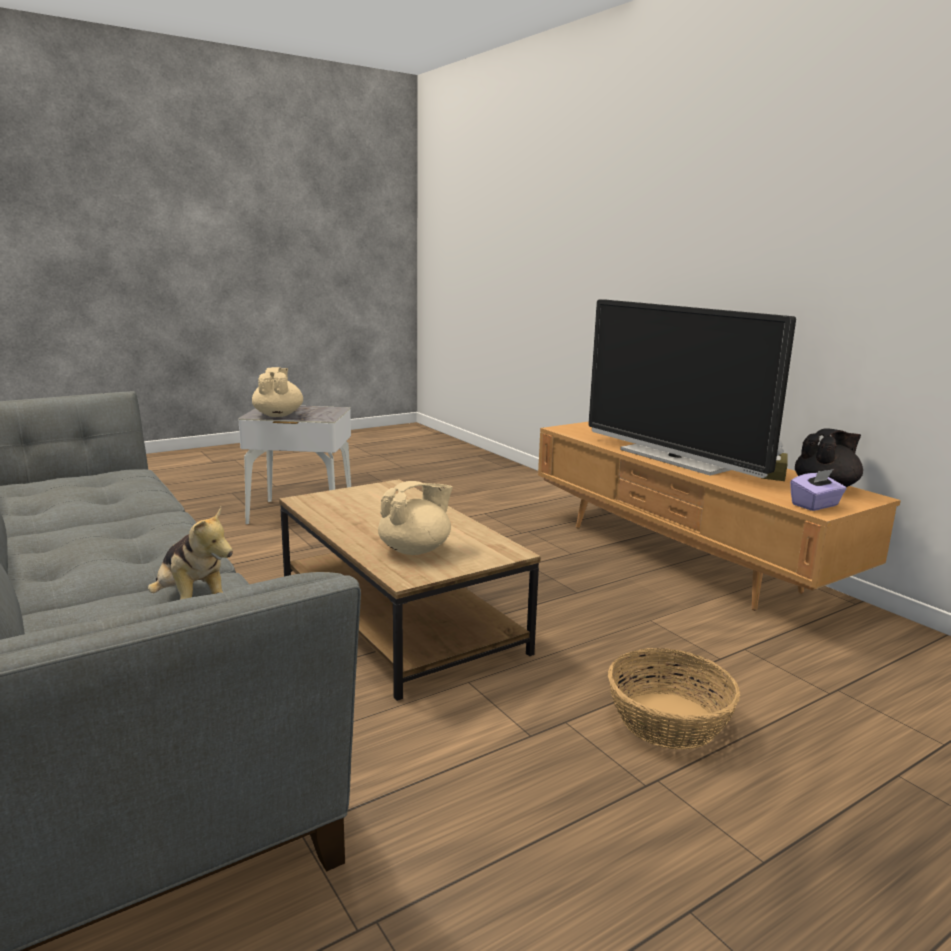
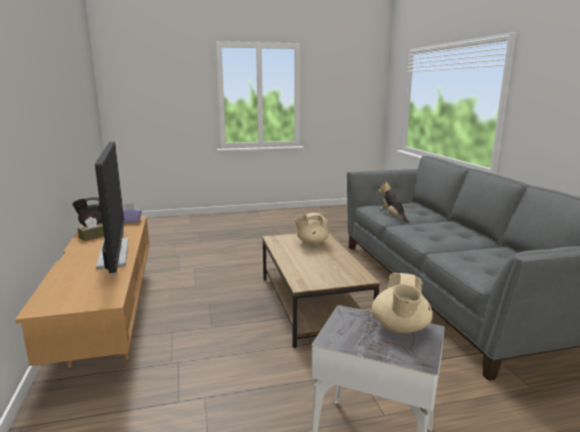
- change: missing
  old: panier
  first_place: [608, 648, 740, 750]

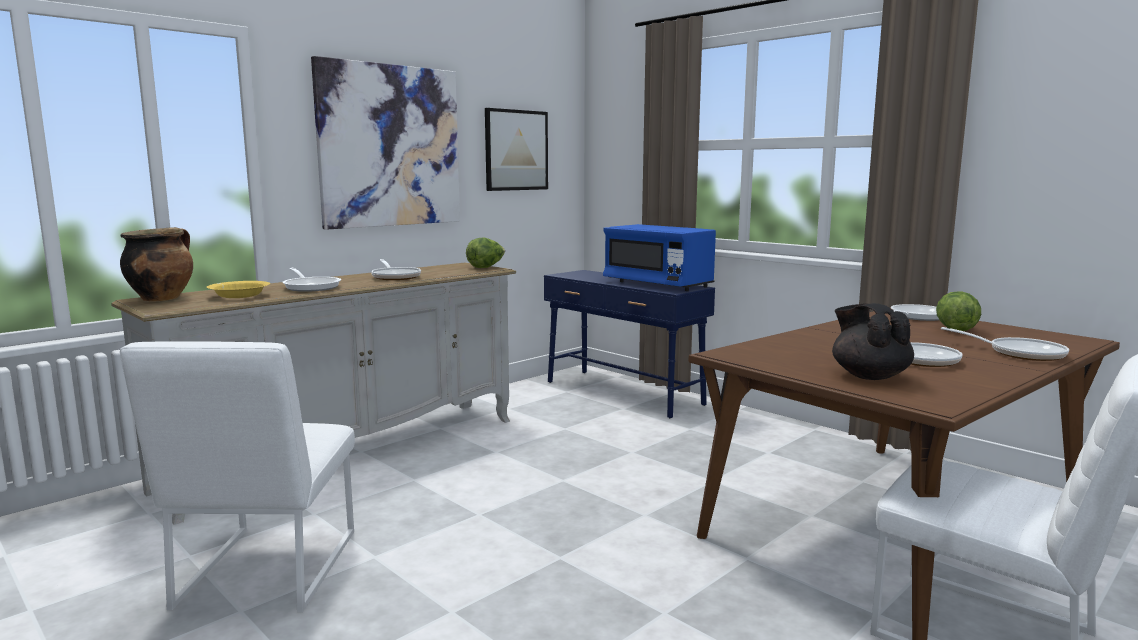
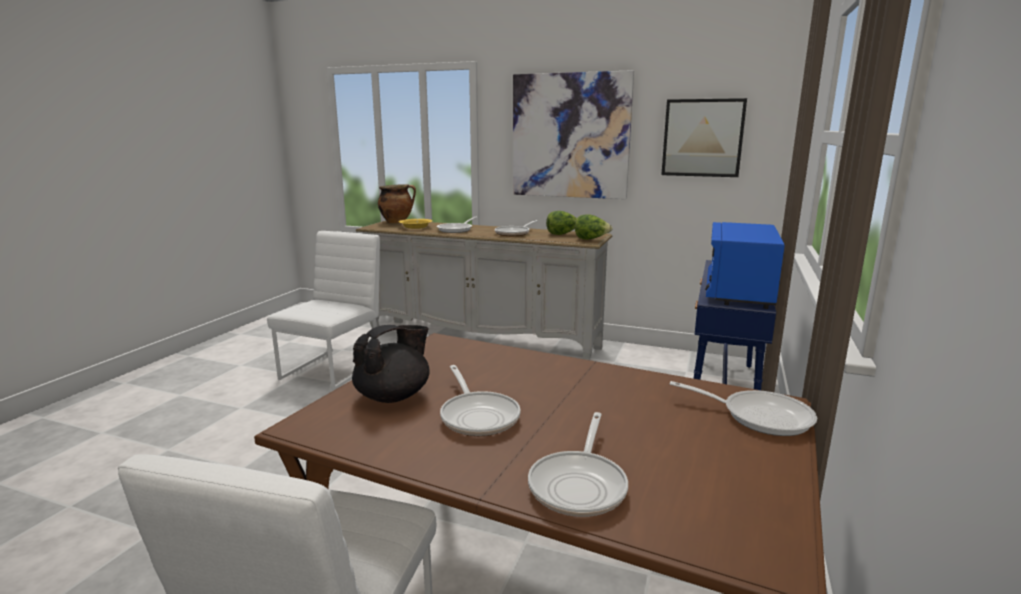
- change: spun
  old: chaise (blanc)
  first_place: [120, 341, 355, 612]
  second_place: [267, 231, 380, 391]
  degrees: 135
- change: relocated
  old: laitue
  first_place: [936, 291, 981, 331]
  second_place: [546, 211, 577, 235]

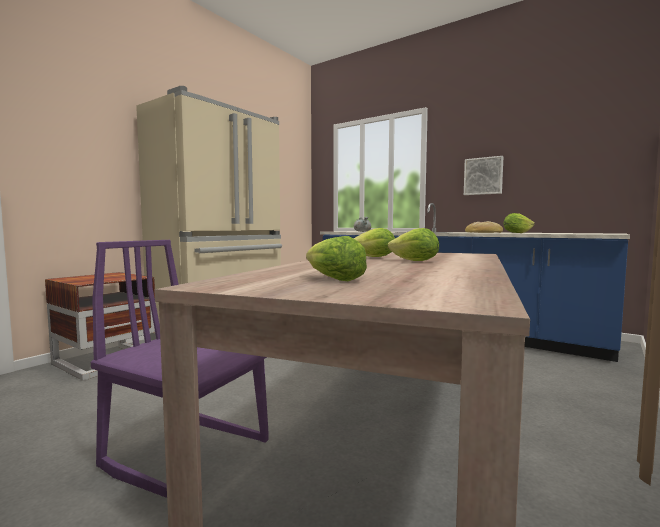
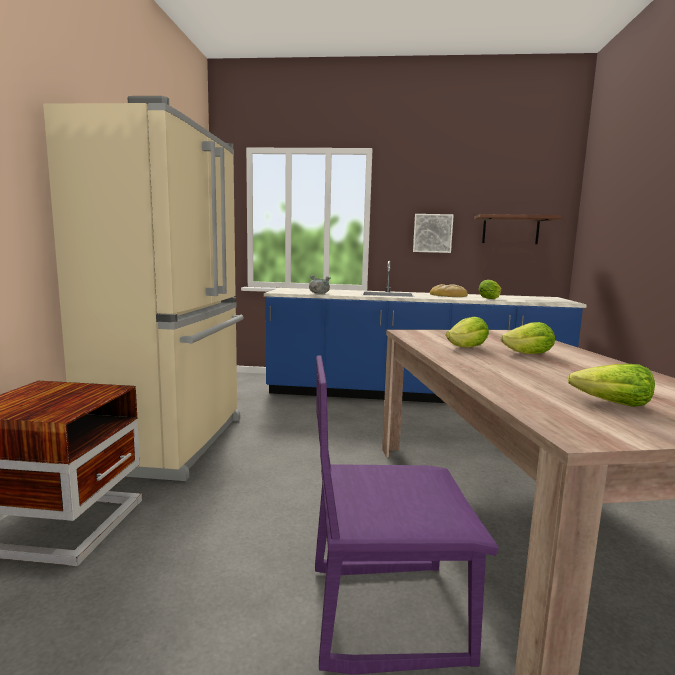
- change: appeared
  new: étagère (marron)
  second_place: [474, 214, 562, 244]

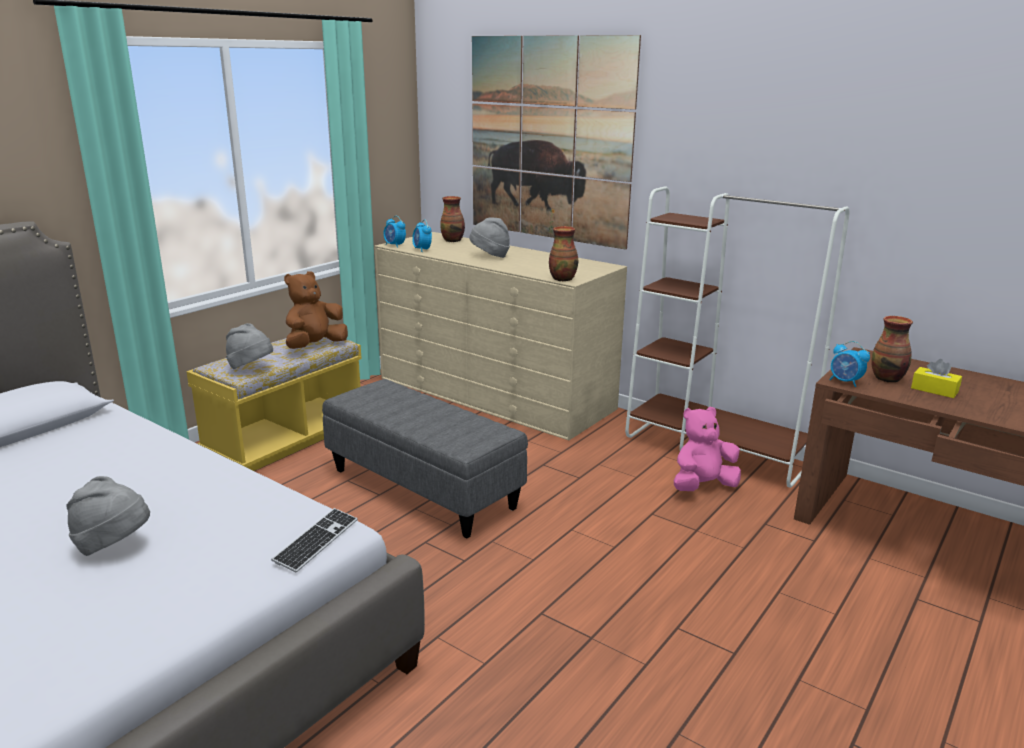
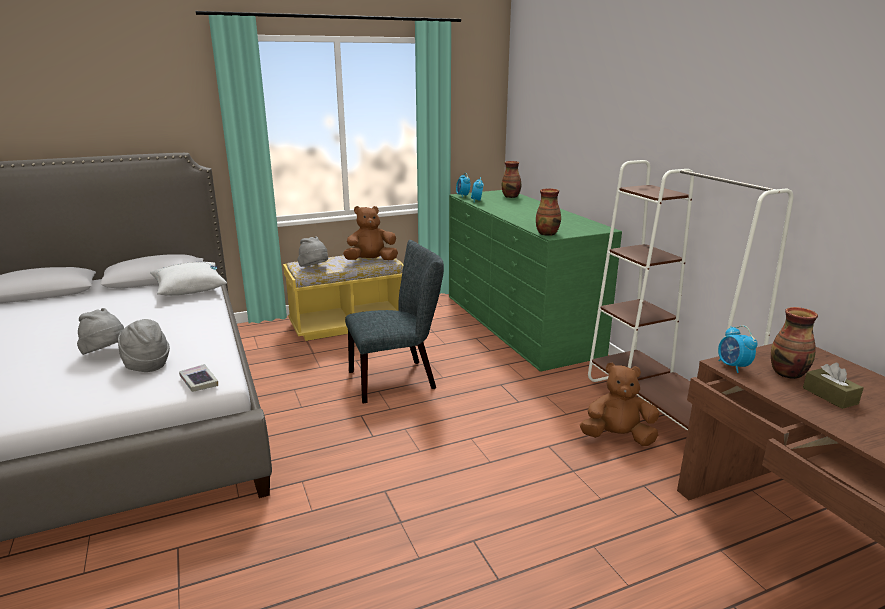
- change: relocated
  old: chapeau (gris)
  first_place: [469, 217, 510, 258]
  second_place: [118, 319, 170, 372]
- change: appeared
  new: coussin (gris)
  second_place: [150, 262, 227, 296]
- change: exchanged
  old: clavier
  new: livre
  first_place: [271, 508, 358, 573]
  second_place: [179, 364, 218, 392]
- change: exchanged
  old: pouf (gris)
  new: chaise (gris)
  first_place: [322, 379, 528, 538]
  second_place: [345, 240, 444, 404]
- change: colour
  old: commode (beige)
  new: commode (vert)
  first_place: [374, 232, 627, 440]
  second_place: [449, 190, 622, 372]
- change: colour
  old: peluche (rose)
  new: peluche (marron)
  first_place: [674, 407, 741, 491]
  second_place: [580, 363, 659, 446]
- change: colour
  old: boîte à mouchoirs (jaune)
  new: boîte à mouchoirs (marron)
  first_place: [911, 359, 962, 398]
  second_place: [803, 363, 863, 409]
- change: missing
  old: tableau
  first_place: [472, 35, 641, 250]

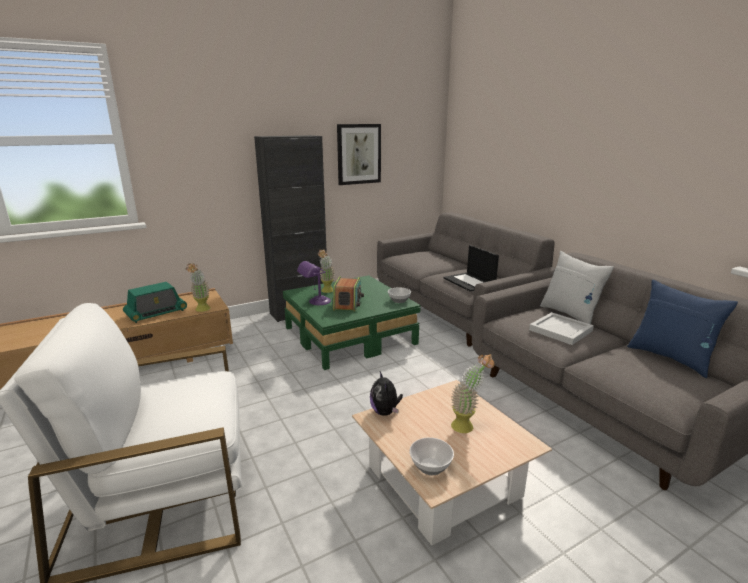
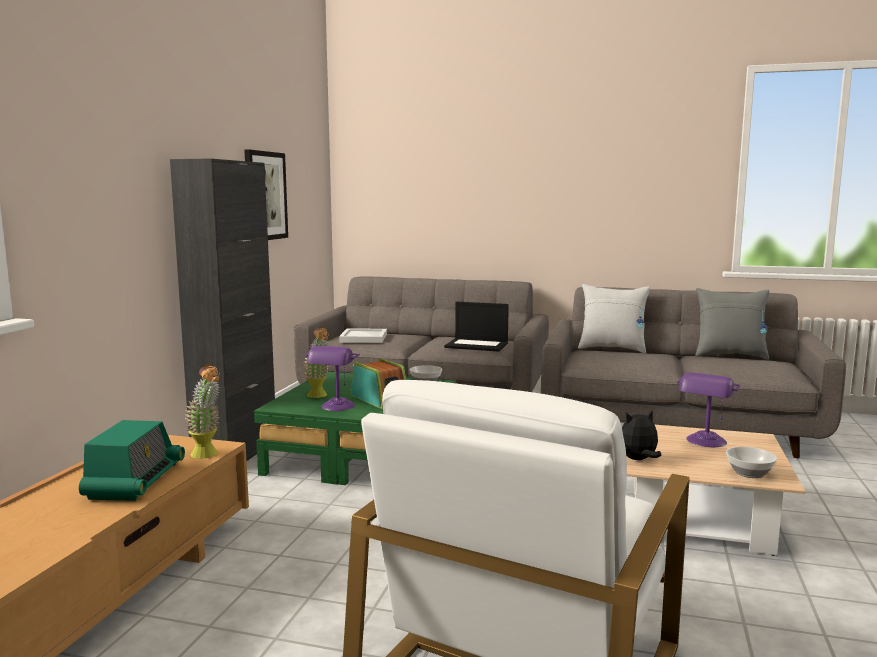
- change: relocated
  old: plateau (blanc)
  first_place: [529, 312, 594, 345]
  second_place: [339, 328, 387, 343]
- change: spun
  old: peluche
  first_place: [370, 371, 403, 416]
  second_place: [622, 410, 661, 460]
  degrees: 135
- change: exchanged
  old: plante en pot
  new: lampe de table (violet)
  first_place: [451, 354, 495, 433]
  second_place: [677, 372, 740, 447]
- change: colour
  old: coussin (bleu)
  new: coussin (gris)
  first_place: [627, 279, 738, 378]
  second_place: [695, 288, 769, 360]

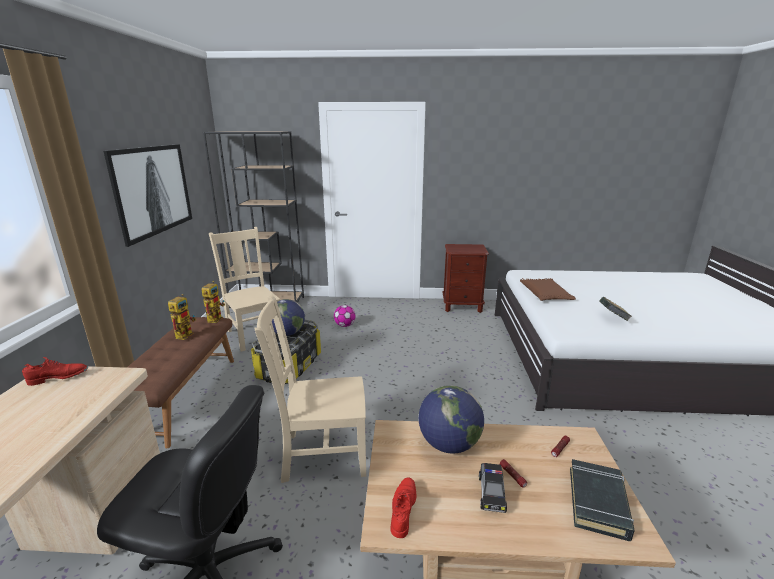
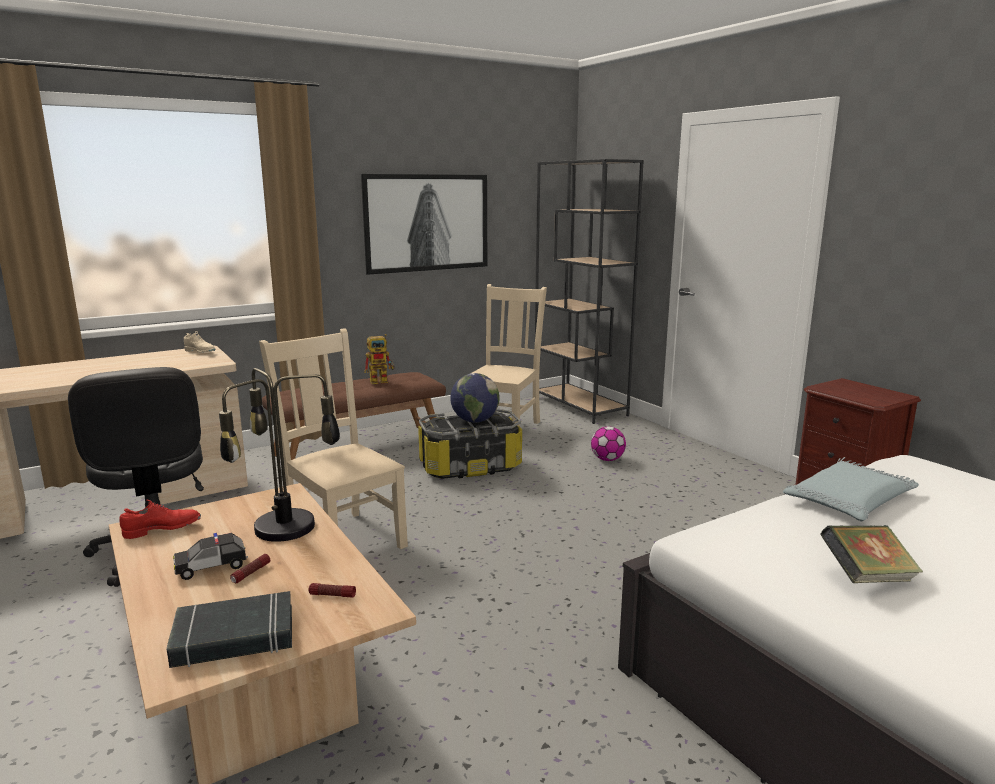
- change: colour
  old: chaussure (rouge)
  new: chaussure (beige)
  first_place: [22, 357, 88, 386]
  second_place: [184, 331, 216, 353]
- change: exchanged
  old: globe
  new: lampe de table
  first_place: [419, 385, 484, 454]
  second_place: [219, 368, 340, 542]
- change: colour
  old: coussin (marron)
  new: coussin (bleu)
  first_place: [520, 278, 576, 301]
  second_place: [783, 458, 919, 521]
- change: missing
  old: robot jouet
  first_place: [202, 281, 225, 323]

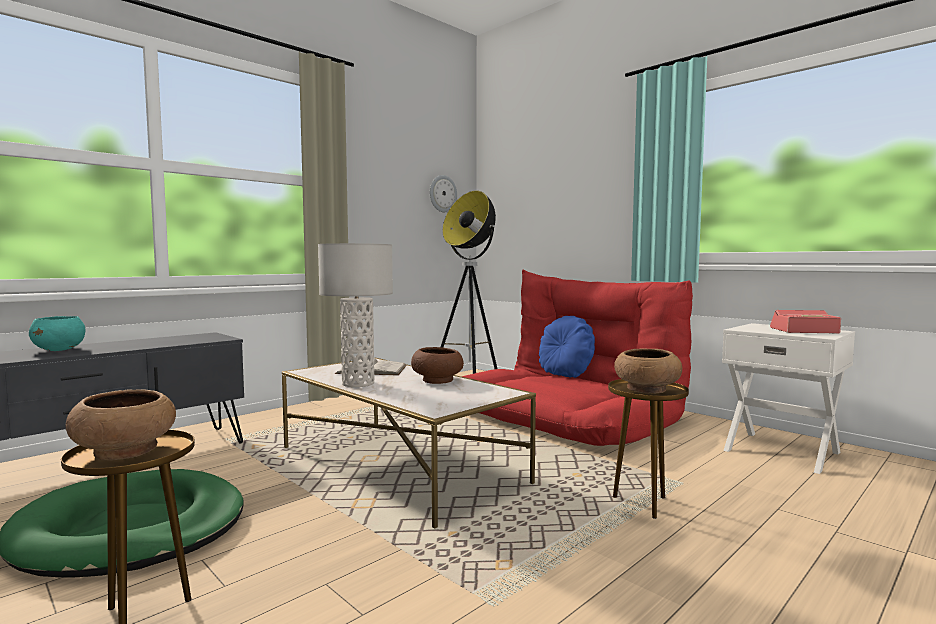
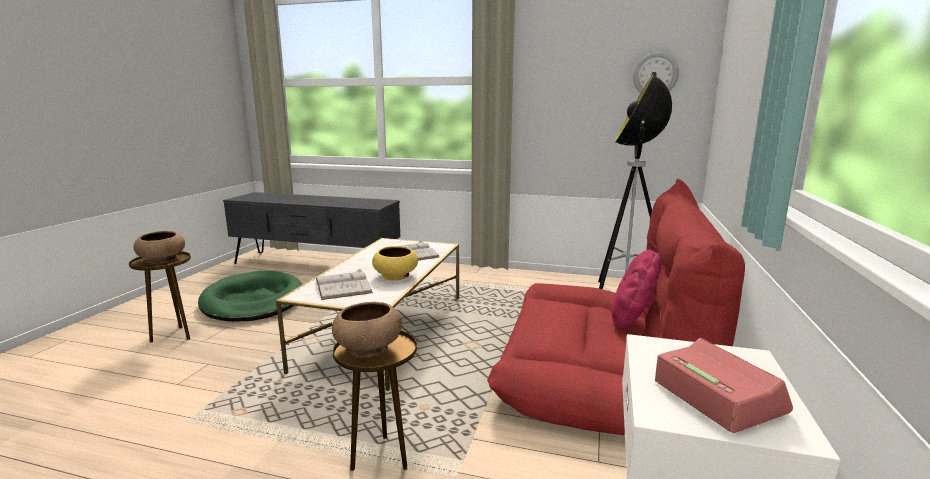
- change: appeared
  new: livre (blanc)
  second_place: [316, 269, 373, 300]
- change: colour
  old: bol (marron)
  new: bol (jaune)
  first_place: [411, 347, 464, 384]
  second_place: [372, 246, 418, 281]
- change: colour
  old: coussin (bleu)
  new: coussin (rose)
  first_place: [539, 316, 595, 378]
  second_place: [611, 250, 662, 328]
- change: missing
  old: bol (turquoise)
  first_place: [29, 316, 86, 351]
- change: missing
  old: lampe de table (blanc)
  first_place: [318, 243, 393, 387]

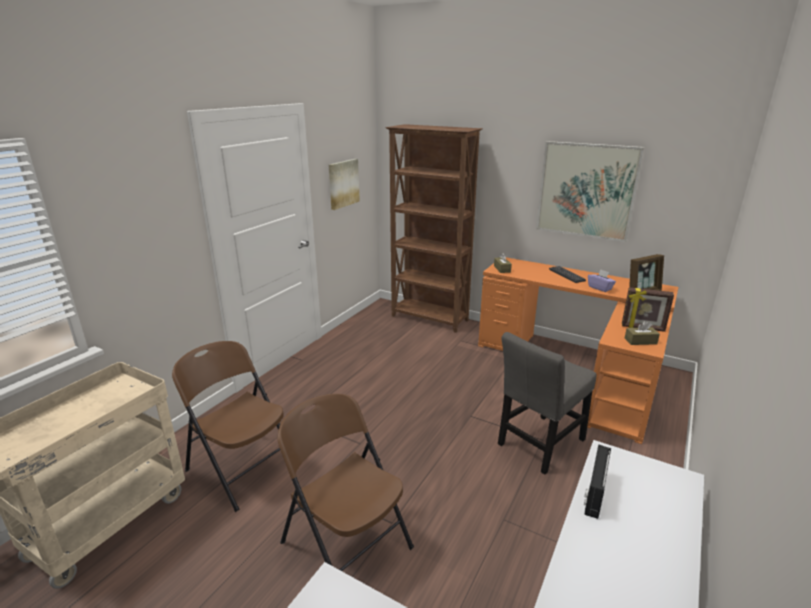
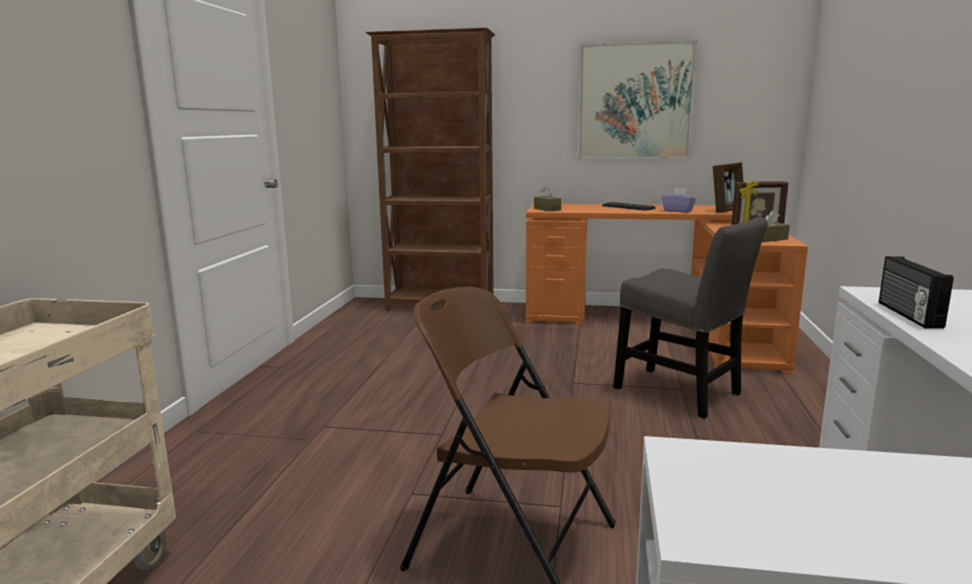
- change: spun
  old: chaise (gris)
  first_place: [498, 332, 597, 474]
  second_place: [613, 217, 767, 419]
  degrees: -75
- change: missing
  old: chaise (marron)
  first_place: [172, 341, 284, 512]
- change: missing
  old: tableau
  first_place: [329, 159, 360, 210]

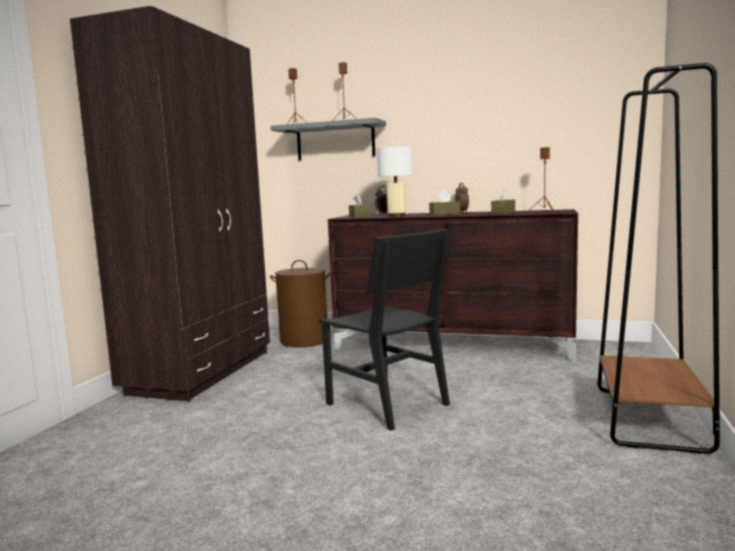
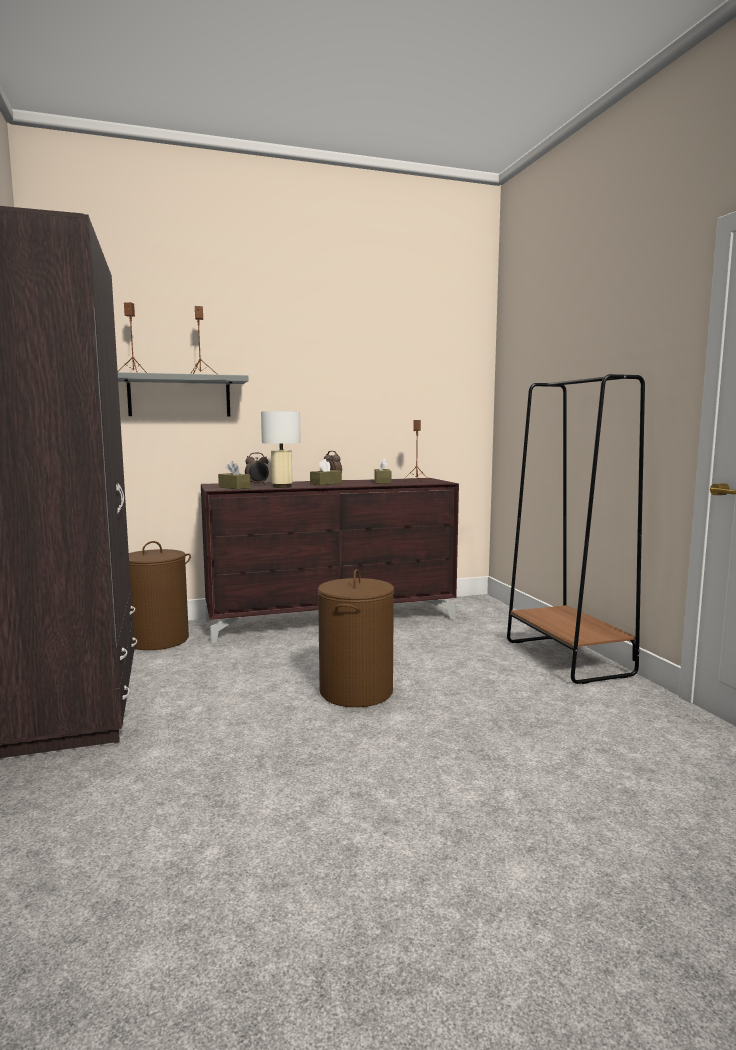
- change: exchanged
  old: chaise (noir)
  new: panier à linge (marron)
  first_place: [318, 229, 450, 431]
  second_place: [318, 569, 394, 707]

